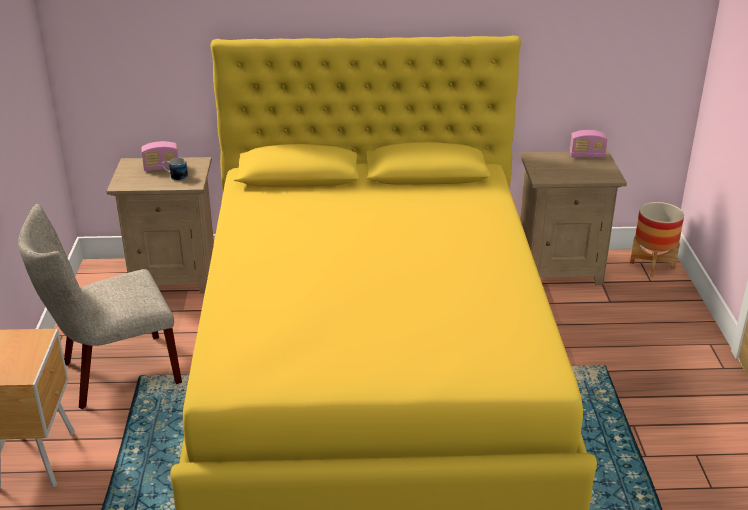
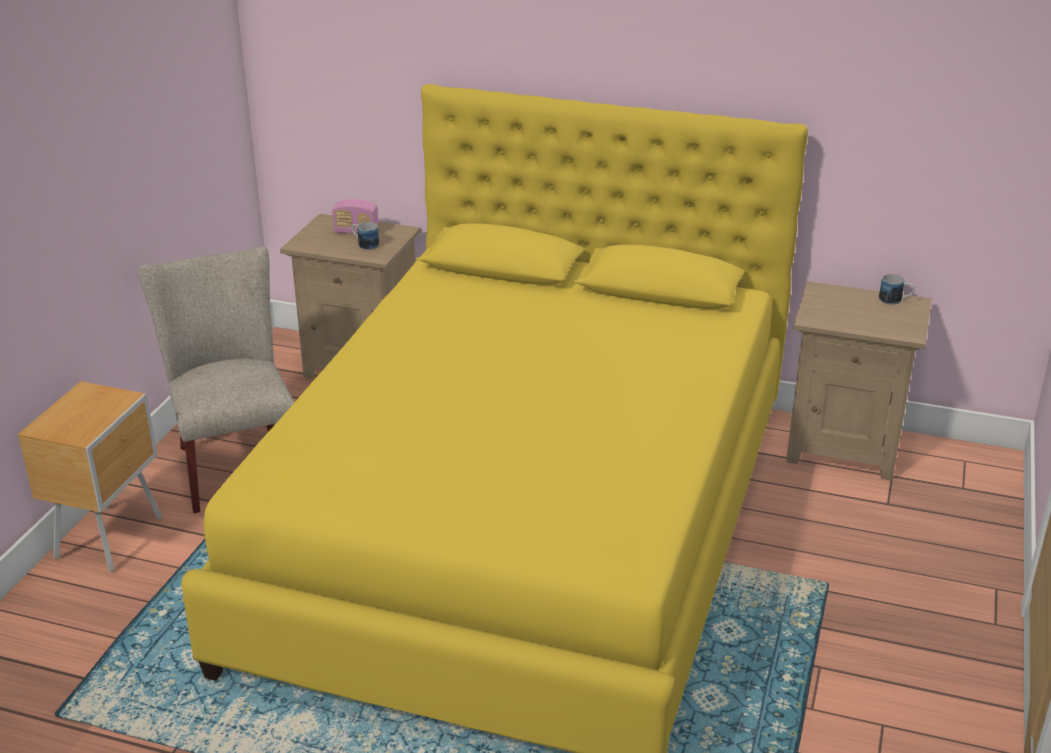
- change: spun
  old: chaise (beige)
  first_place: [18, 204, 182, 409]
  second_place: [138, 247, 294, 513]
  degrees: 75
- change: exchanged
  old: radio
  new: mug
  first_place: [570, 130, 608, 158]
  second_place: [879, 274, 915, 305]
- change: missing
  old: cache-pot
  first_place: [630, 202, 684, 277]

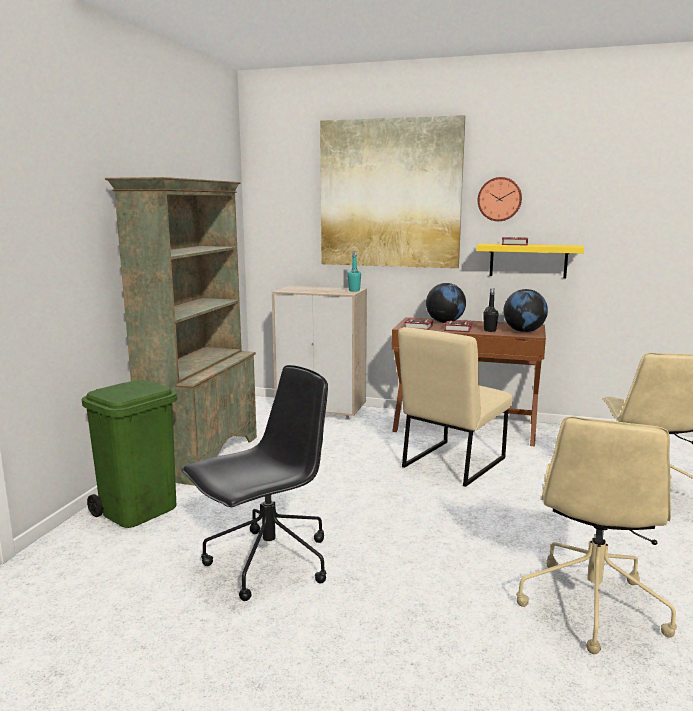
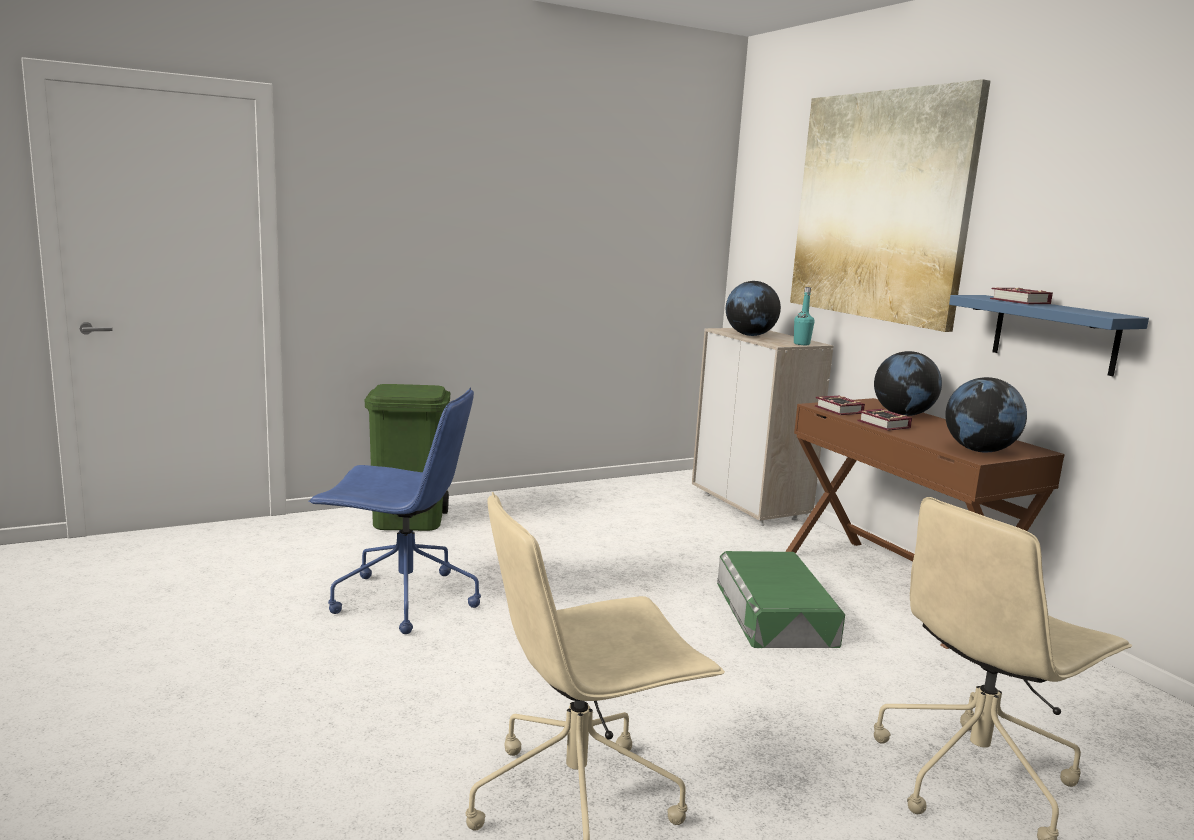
- change: colour
  old: chaise de bureau (noir)
  new: chaise de bureau (bleu)
  first_place: [182, 365, 328, 601]
  second_place: [308, 387, 481, 634]
- change: exchanged
  old: chaise (beige)
  new: boîte de rangement (vert)
  first_place: [398, 327, 513, 487]
  second_place: [717, 551, 845, 648]
- change: appeared
  new: globe
  second_place: [726, 281, 781, 336]
- change: colour
  old: étagère (jaune)
  new: étagère (bleu)
  first_place: [476, 243, 584, 278]
  second_place: [949, 295, 1149, 376]
- change: missing
  old: bibliothèque (vert)
  first_place: [105, 177, 257, 486]
- change: missing
  old: horloge murale
  first_place: [478, 177, 522, 221]
- change: missing
  old: bouteille (noir)
  first_place: [483, 288, 499, 332]

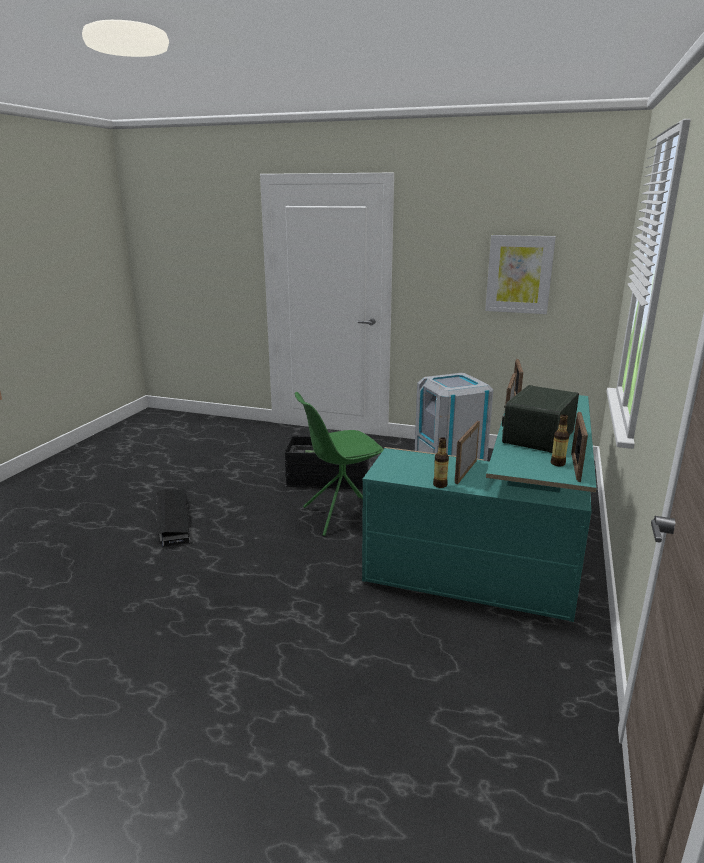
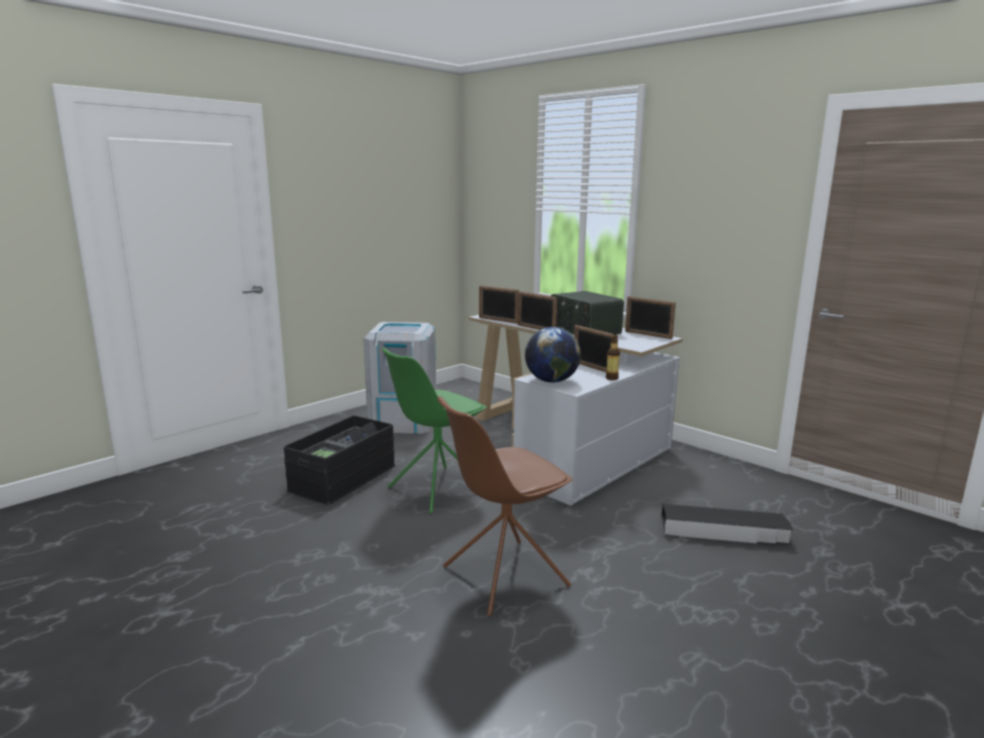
- change: spun
  old: chaise (vert)
  first_place: [295, 392, 384, 536]
  second_place: [382, 347, 487, 514]
  degrees: 45
- change: appeared
  new: chaise (marron)
  second_place: [437, 396, 573, 616]
- change: colour
  old: bureau (turquoise)
  new: bureau (blanc)
  first_place: [362, 395, 597, 622]
  second_place: [469, 315, 682, 506]
- change: appeared
  new: globe
  second_place: [525, 327, 581, 383]
- change: relocated
  old: boîte de rangement (noir)
  first_place: [156, 489, 190, 547]
  second_place: [662, 504, 793, 543]
- change: missing
  old: tableau
  first_place: [485, 235, 556, 314]
- change: missing
  old: bouteille
  first_place: [551, 415, 569, 466]

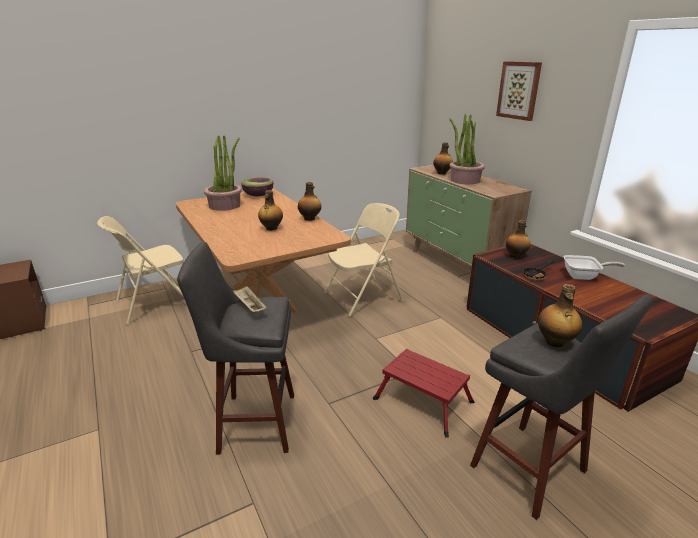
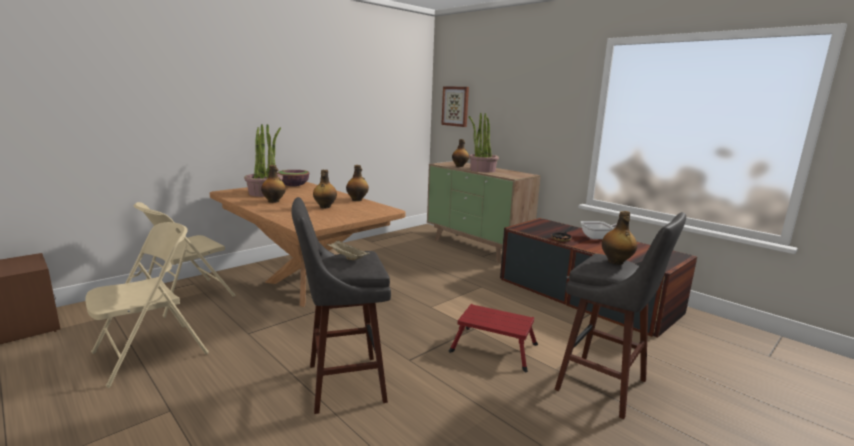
- change: relocated
  old: chaise (beige)
  first_place: [324, 203, 404, 317]
  second_place: [85, 222, 208, 388]
- change: relocated
  old: bouteille
  first_place: [506, 220, 531, 258]
  second_place: [261, 165, 286, 203]
- change: relocated
  old: tableau
  first_place: [496, 61, 542, 121]
  second_place: [441, 86, 469, 127]

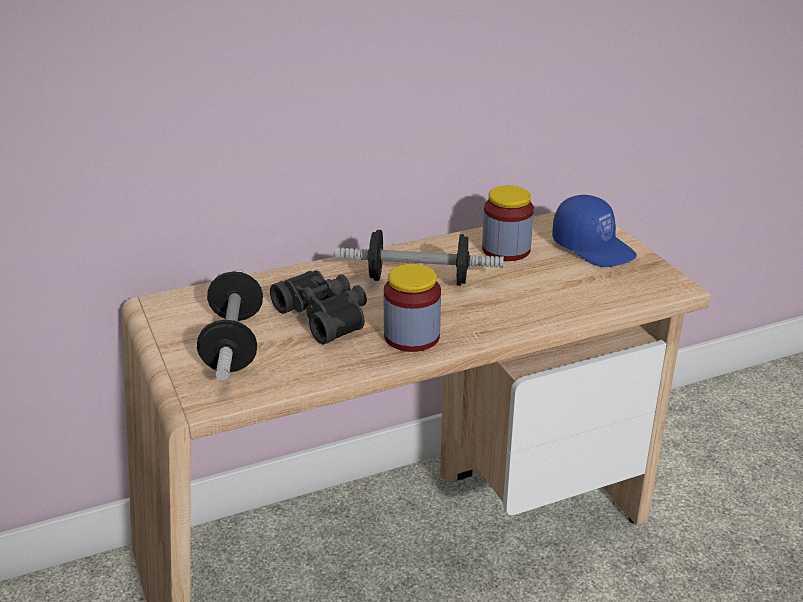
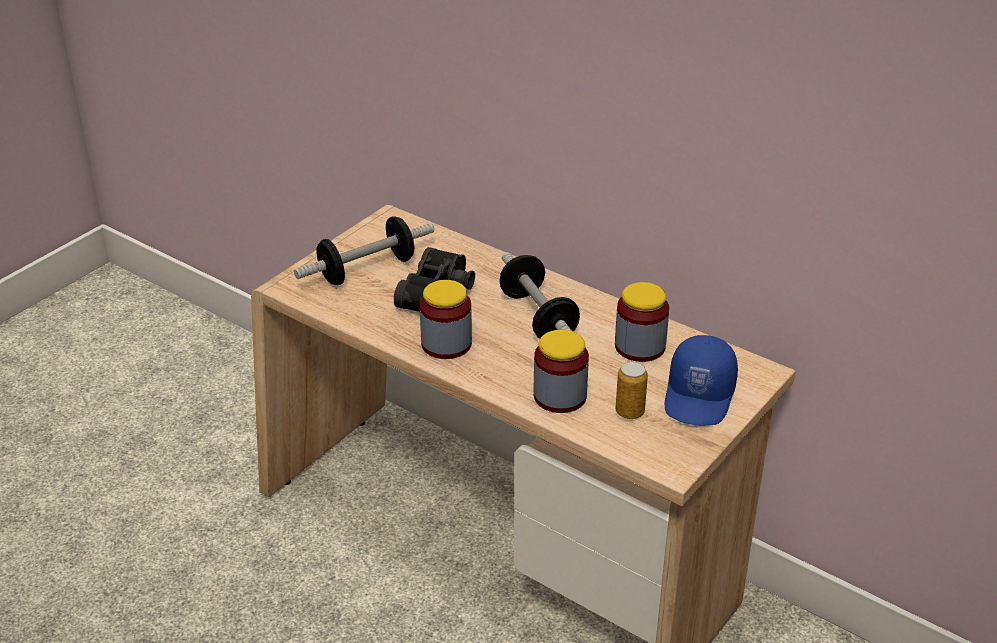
- change: appeared
  new: bocal
  second_place: [533, 329, 589, 413]
- change: appeared
  new: boîte métallique
  second_place: [616, 361, 648, 419]

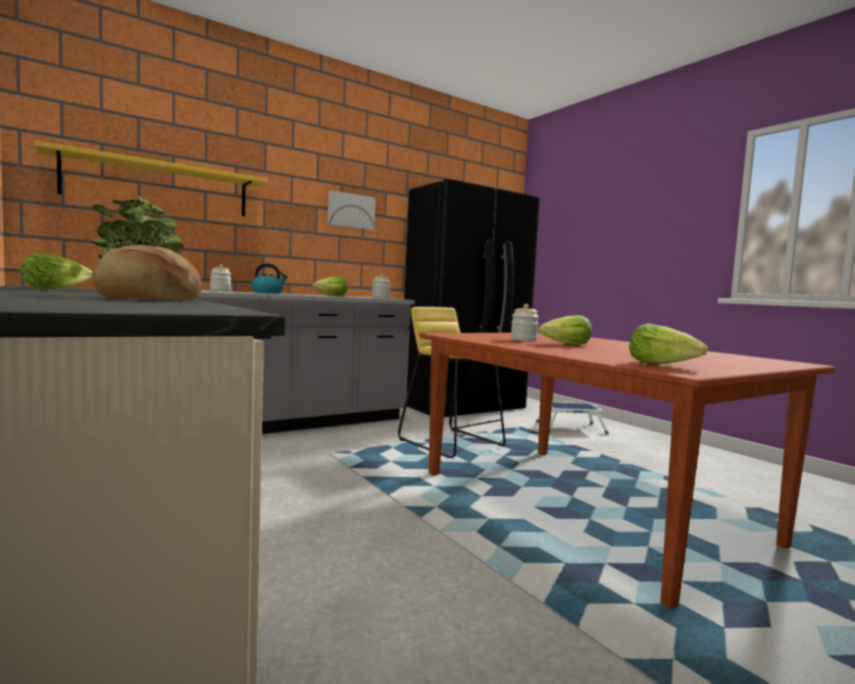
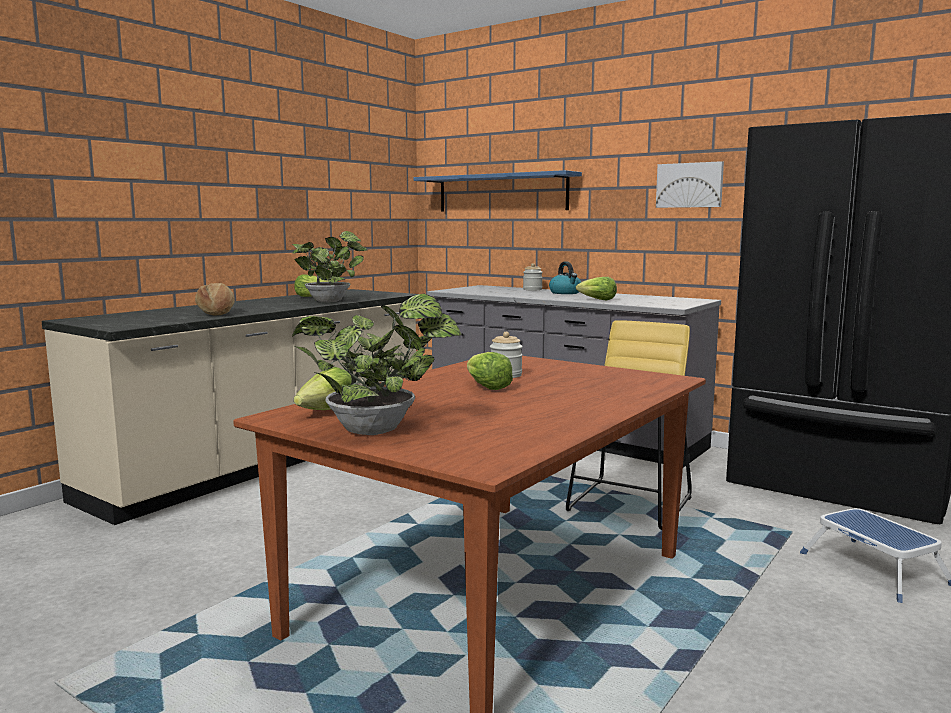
- change: appeared
  new: plante en pot
  second_place: [292, 294, 462, 435]
- change: colour
  old: étagère (jaune)
  new: étagère (bleu)
  first_place: [35, 141, 267, 216]
  second_place: [413, 170, 582, 211]
- change: missing
  old: bocal
  first_place: [372, 273, 391, 299]

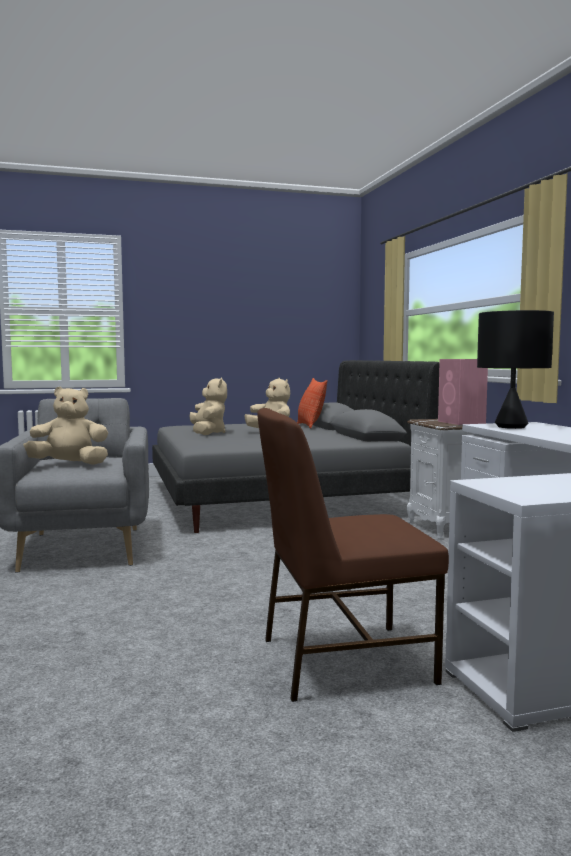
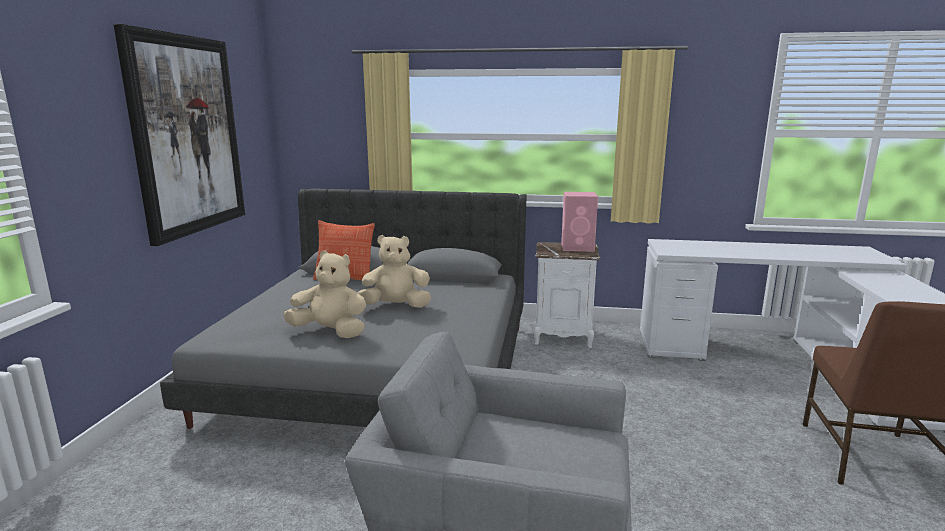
- change: appeared
  new: tableau
  second_place: [114, 24, 245, 246]
- change: missing
  old: peluche (beige)
  first_place: [23, 386, 108, 465]
- change: missing
  old: lampe de table (noir)
  first_place: [477, 310, 554, 429]

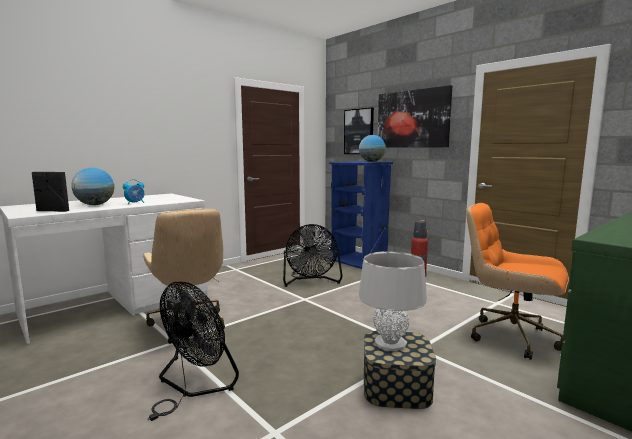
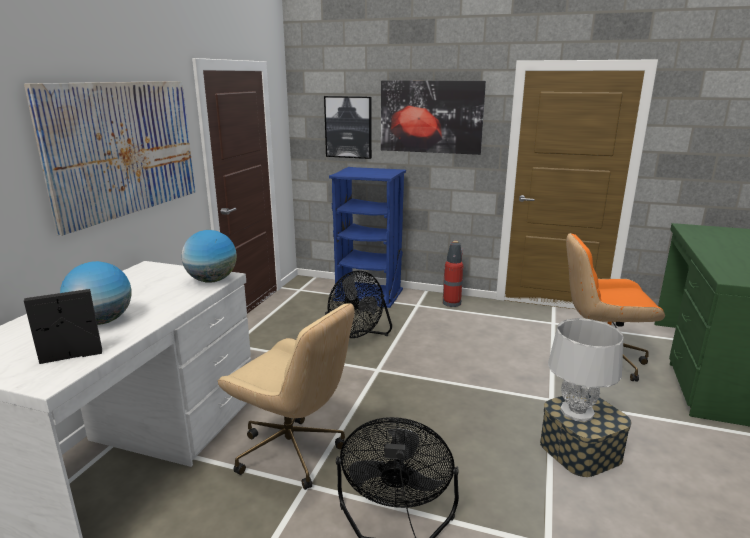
- change: appeared
  new: tableau
  second_place: [24, 81, 195, 236]
- change: relocated
  old: globe
  first_place: [359, 135, 386, 162]
  second_place: [182, 230, 237, 283]
- change: missing
  old: réveil
  first_place: [123, 179, 144, 204]

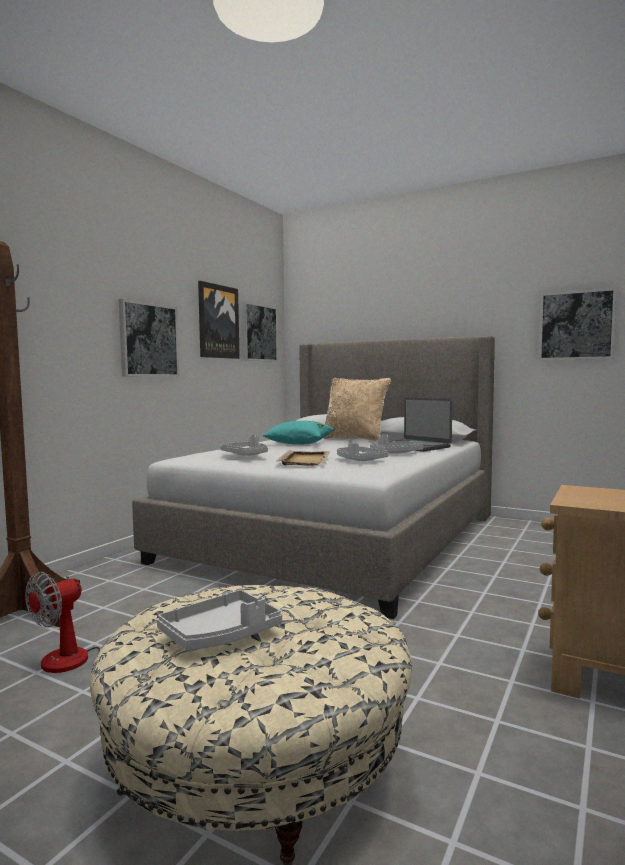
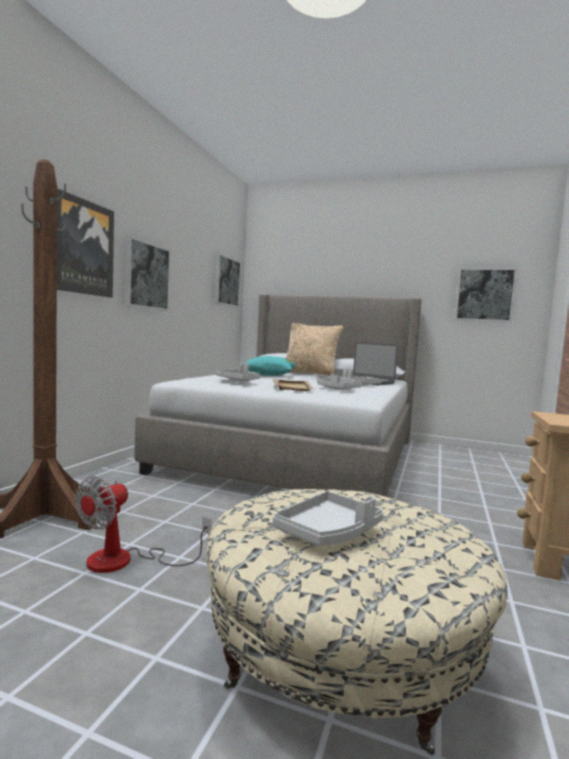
- change: relocated
  old: tableau
  first_place: [198, 281, 240, 359]
  second_place: [57, 188, 114, 298]

